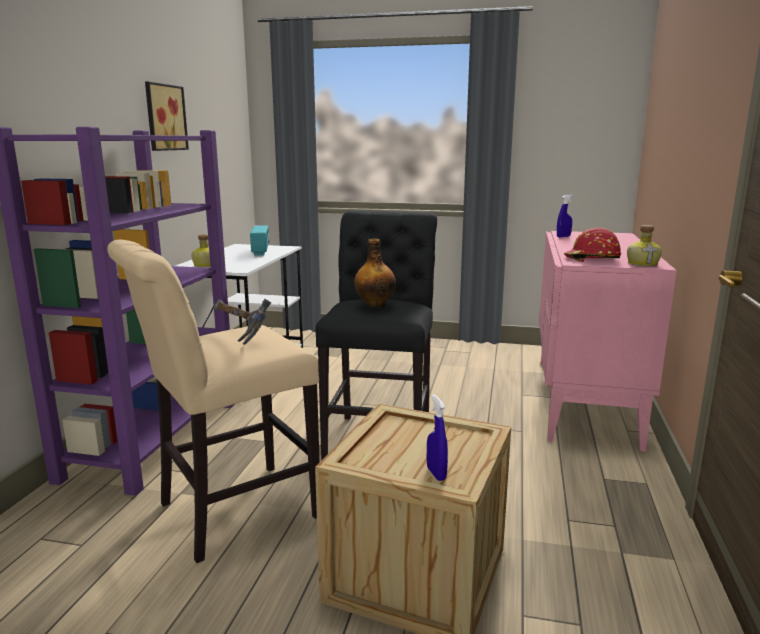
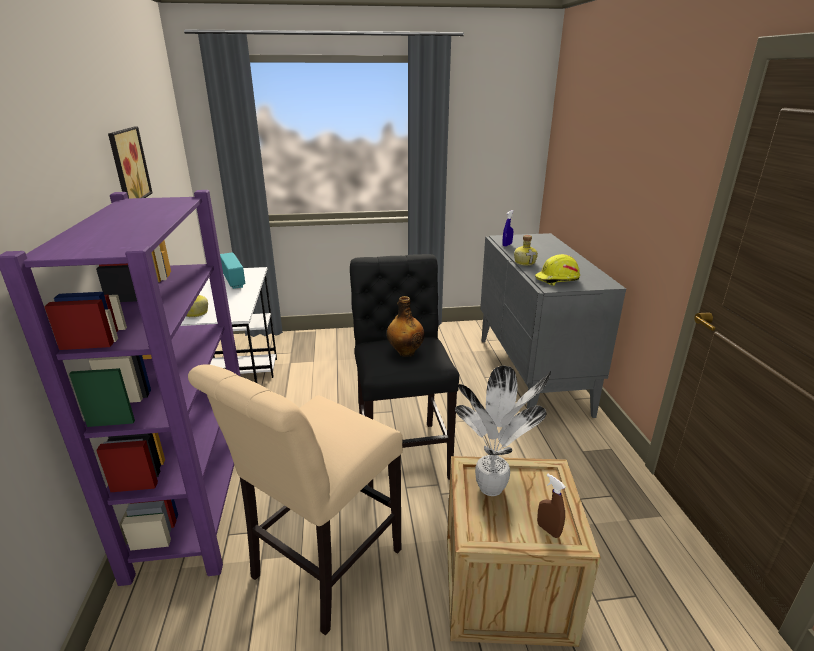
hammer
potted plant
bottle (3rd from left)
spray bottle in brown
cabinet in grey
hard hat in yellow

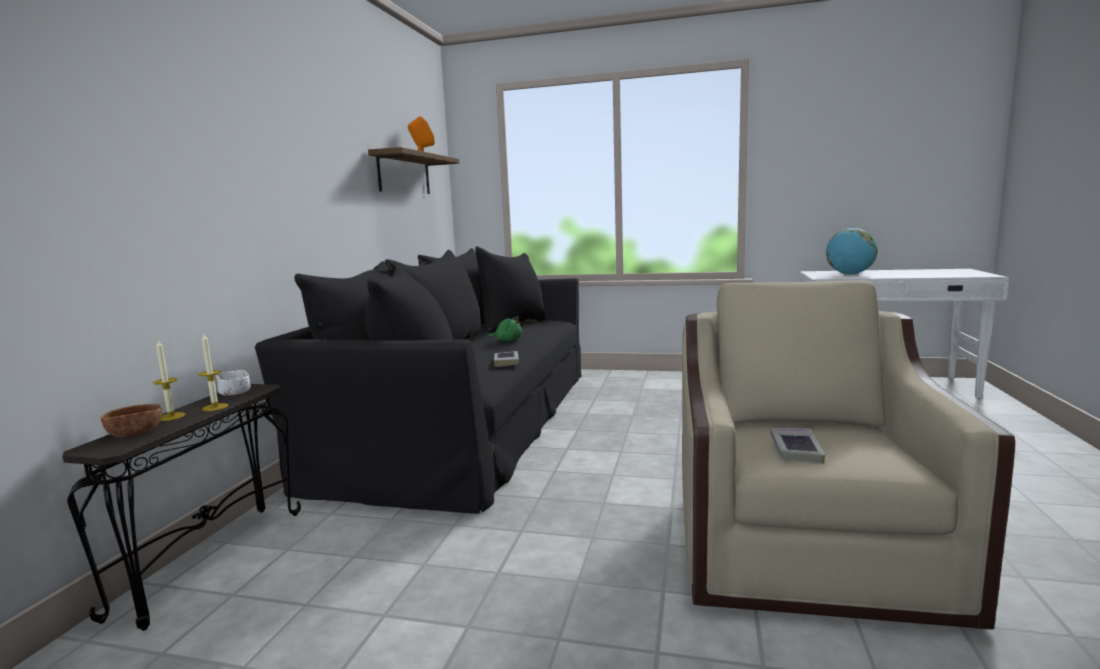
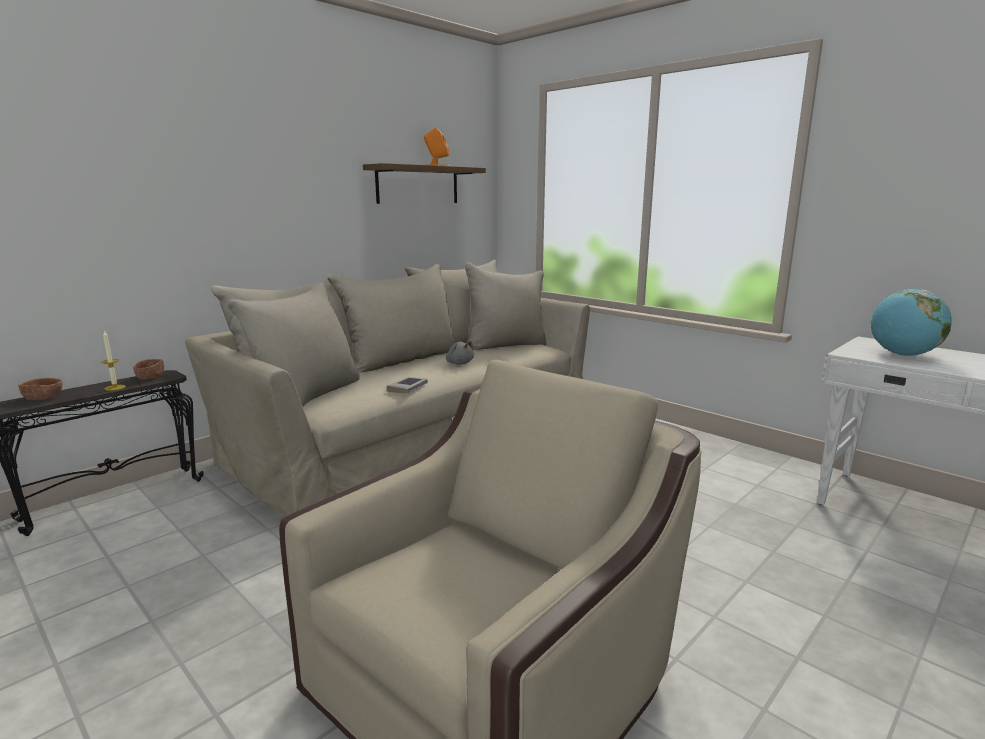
candle (1st from left in the first image)
book (2nd from left in the first image)
bowl in brown (2nd from left)
sofa in beige
plush toy in grey

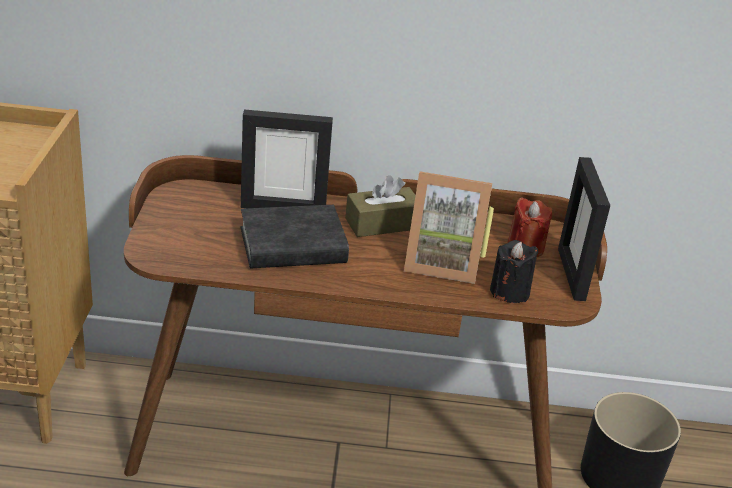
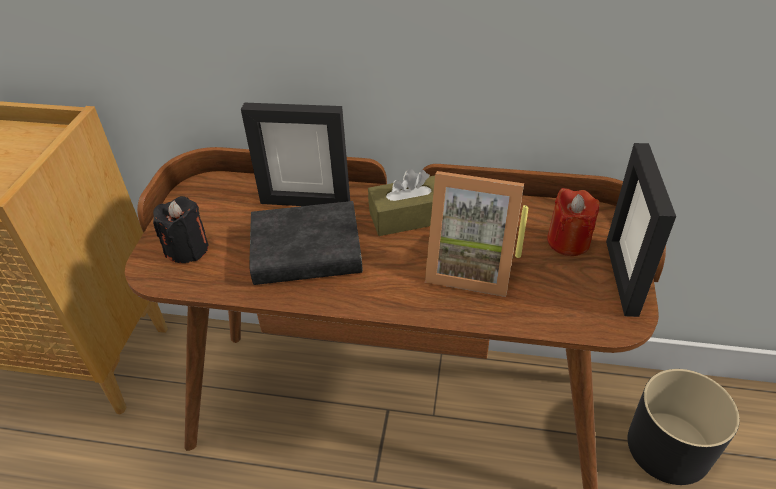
candle in black

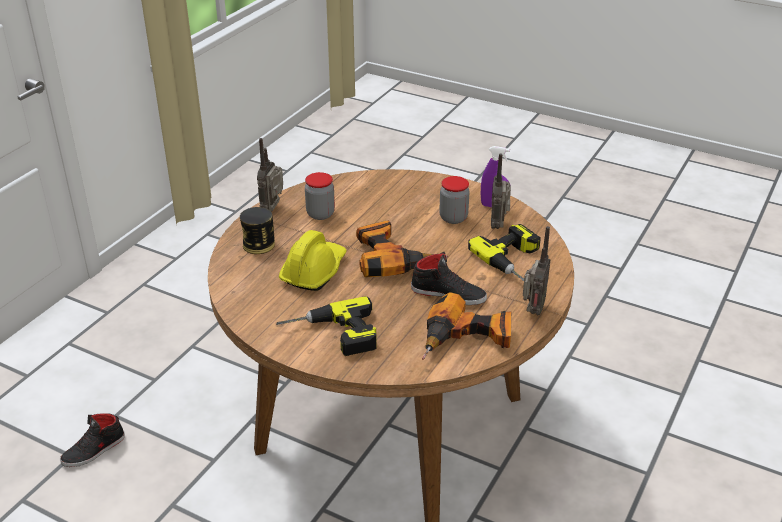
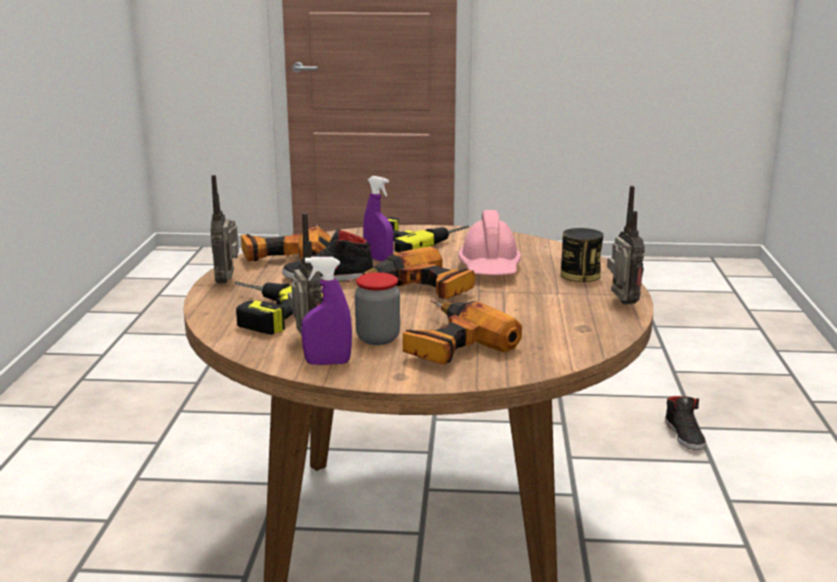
jar (1st from left in the first image)
spray bottle in purple (2nd from left)
power drill (5th from left)
hard hat in pink
shoe in black (2nd from left)

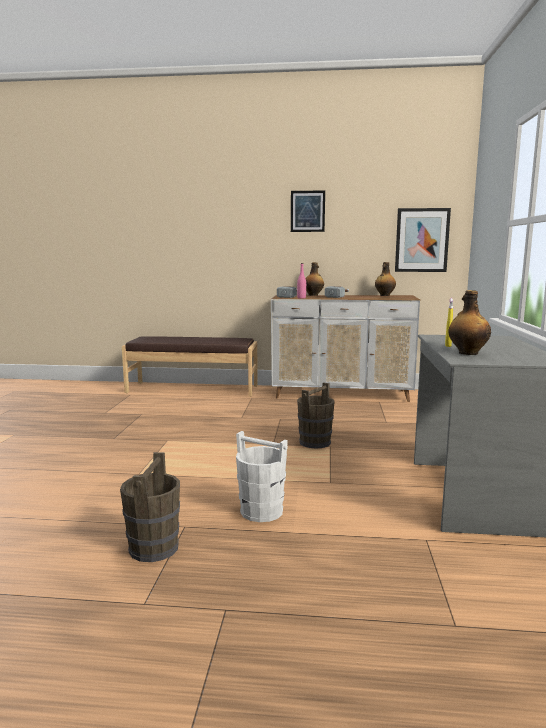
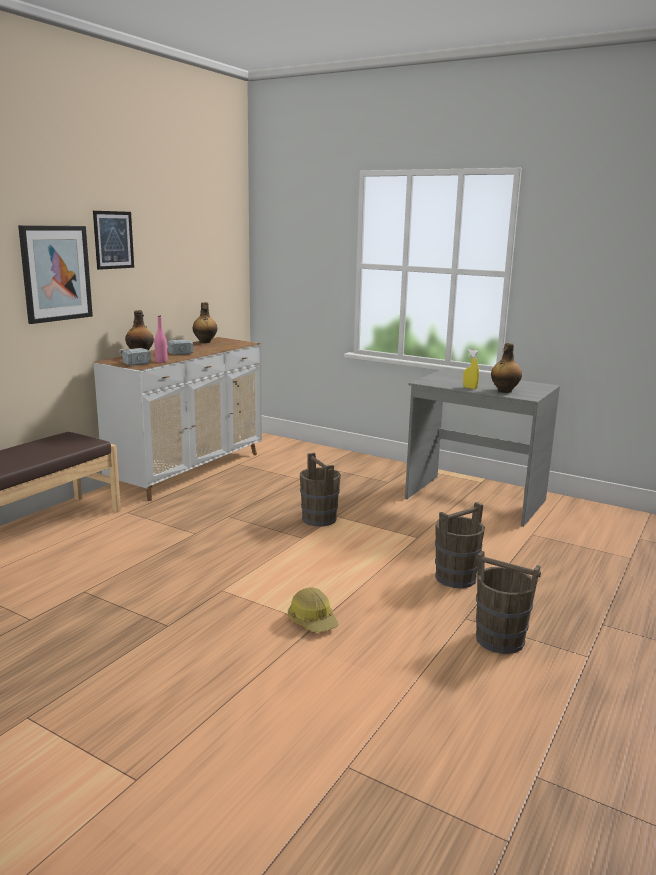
hard hat
picture (1st from left)
bucket in brown (2nd from left)

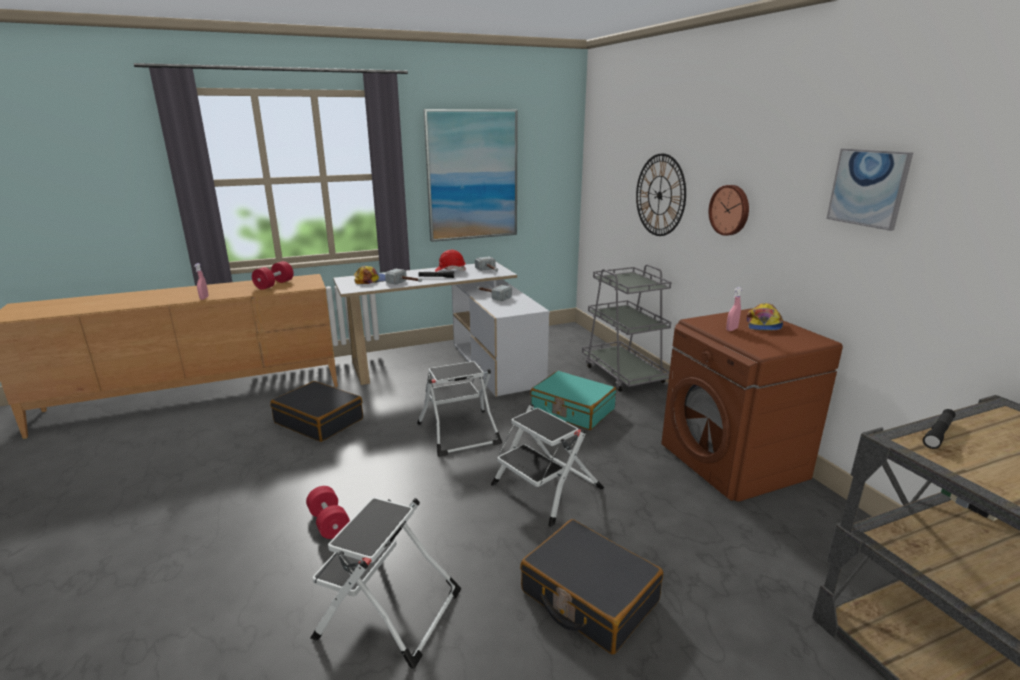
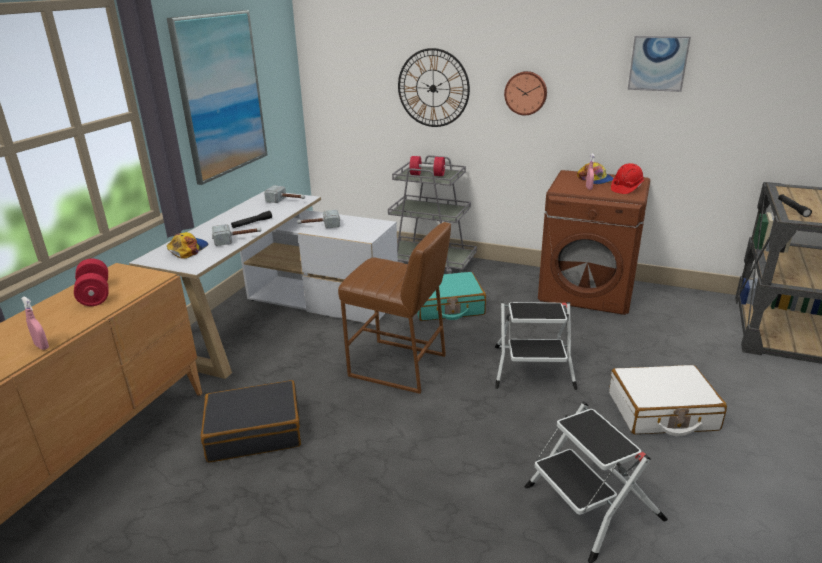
dumbbell in red (2nd from left)
hard hat in red
stool in brown
suitcase in white

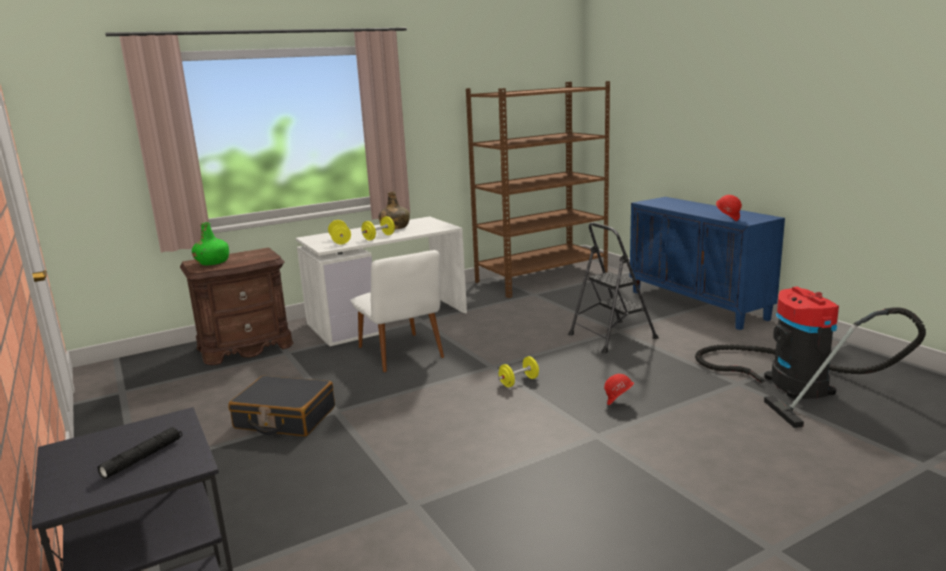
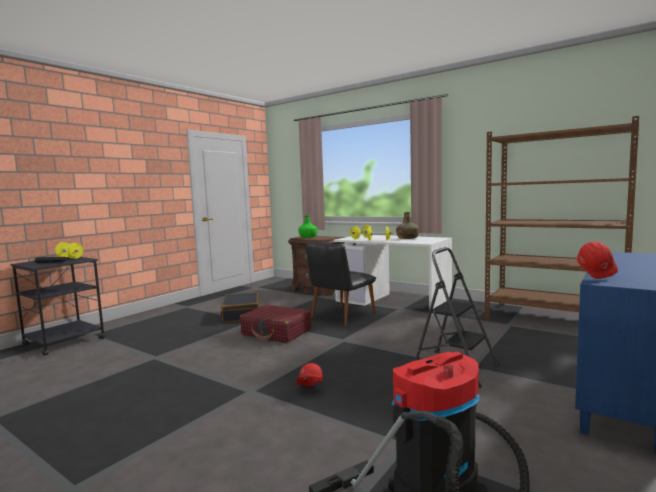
suitcase in red
dumbbell in yellow (1st from left)
chair in black

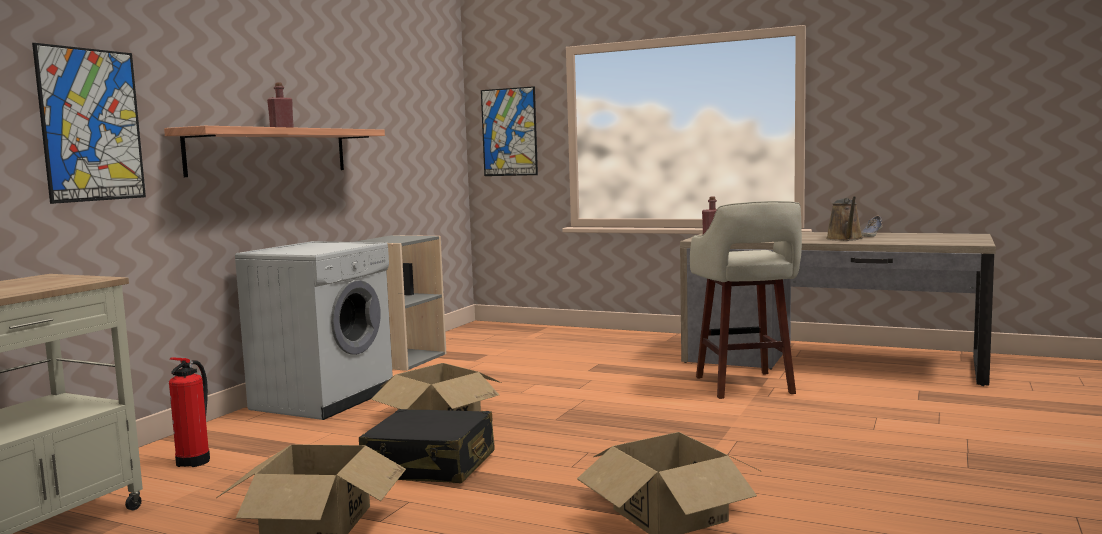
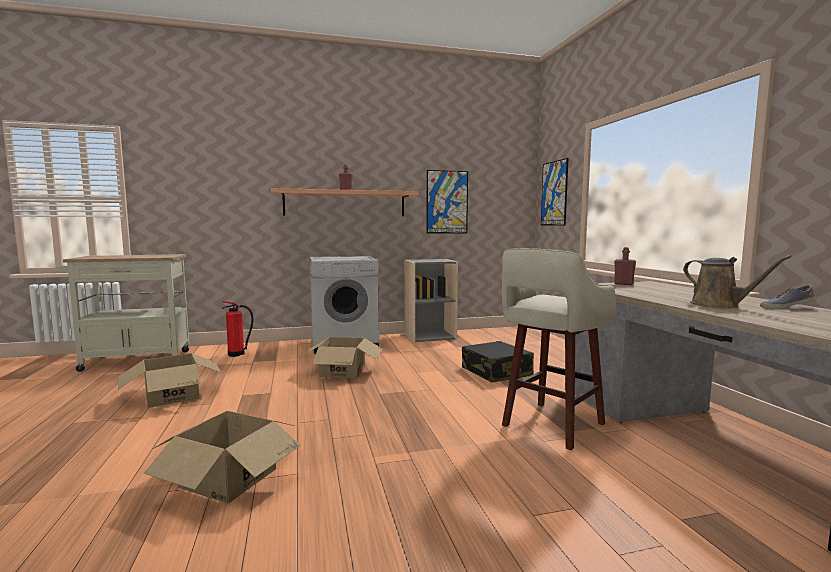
picture (1st from left)
suitcase in black
watering can in brown

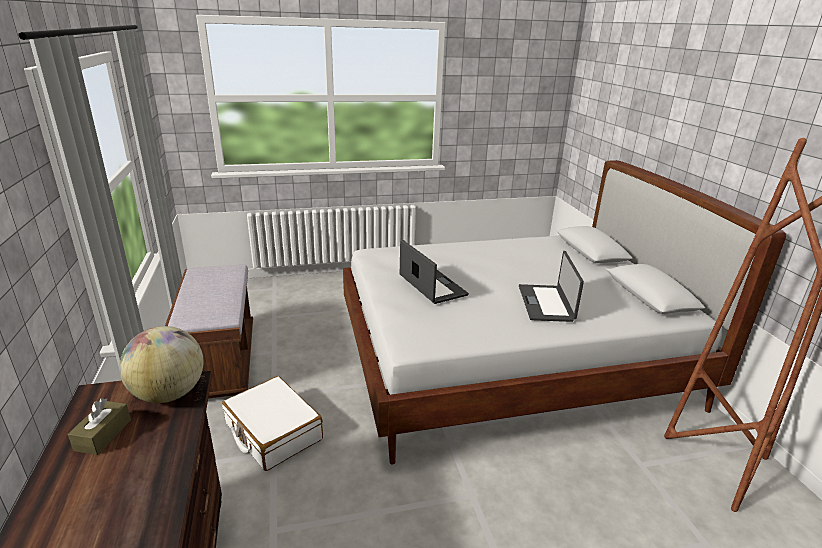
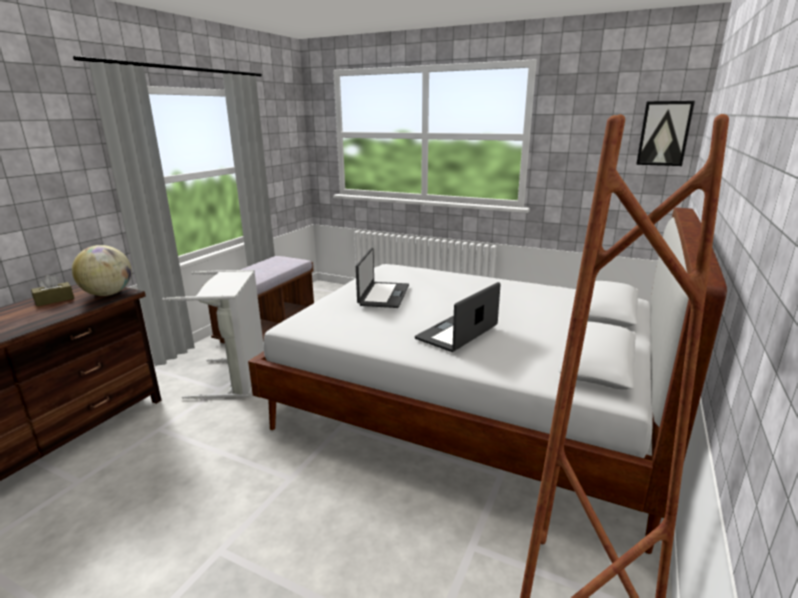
picture
laundry basket in grey

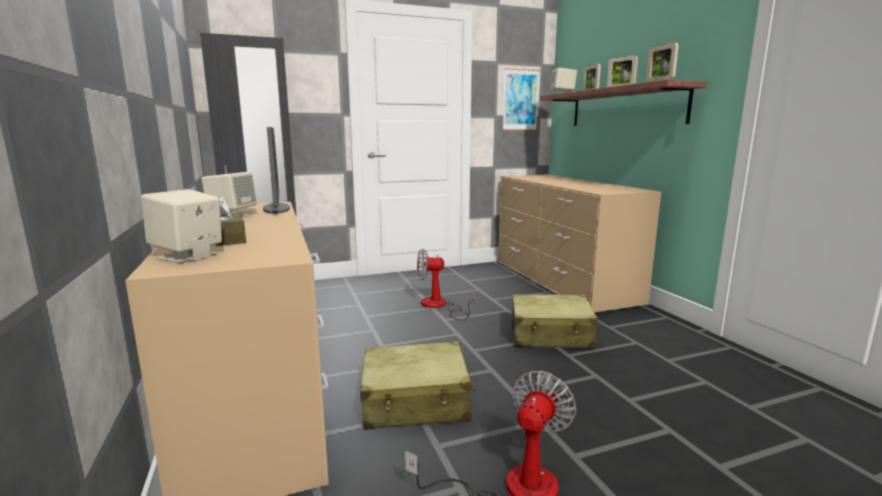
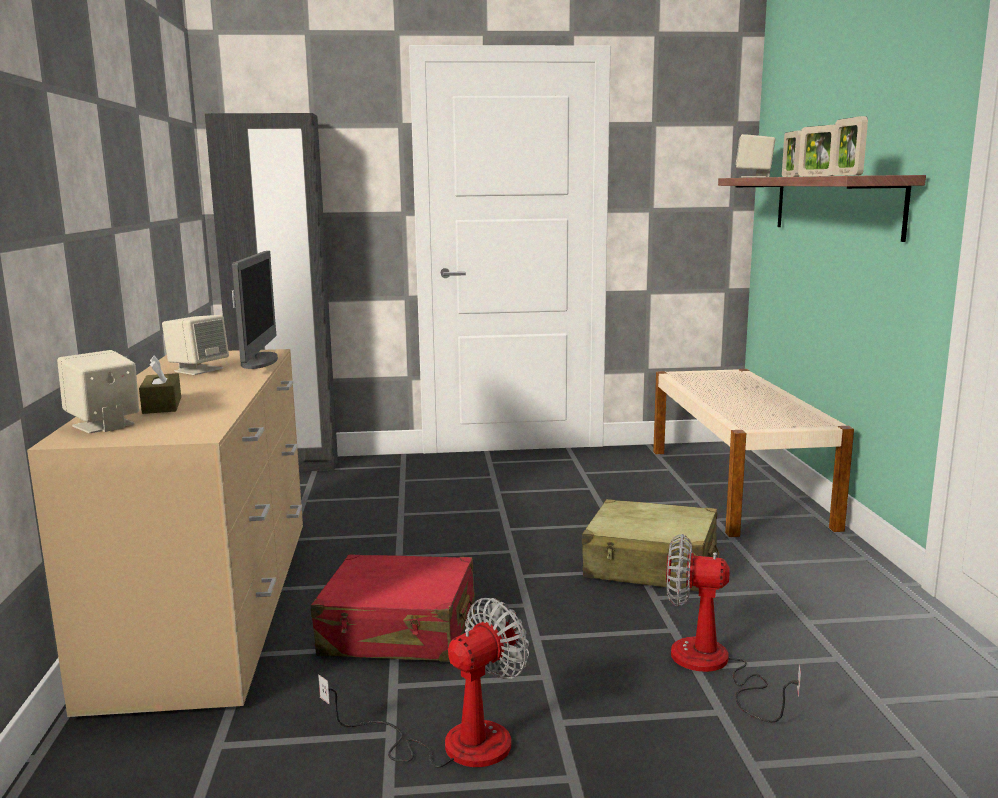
picture
fan (2nd from left)
bench in beige
suitcase in red

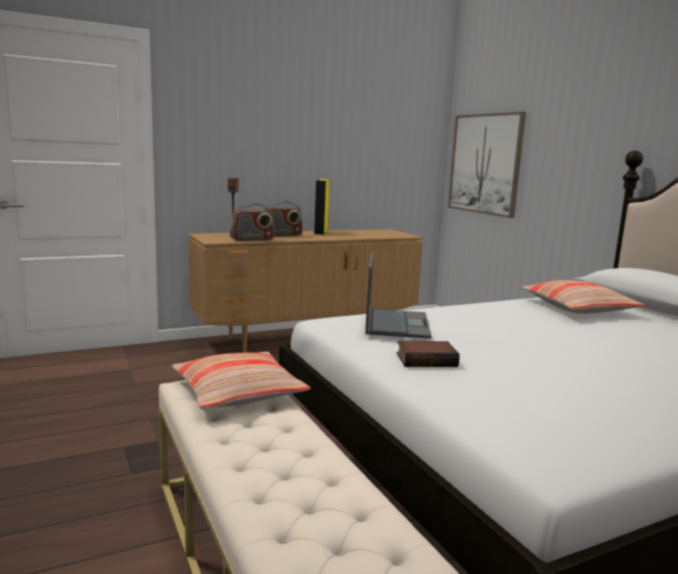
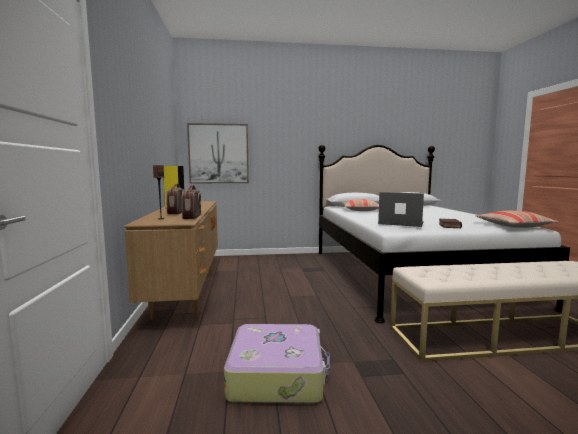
suitcase
pillow (2nd from left)

